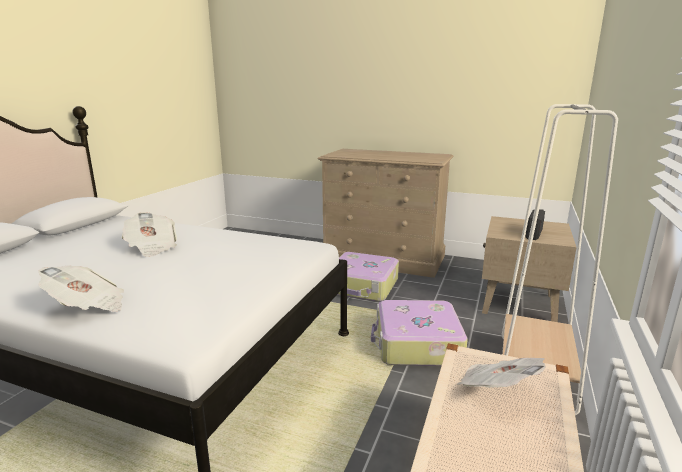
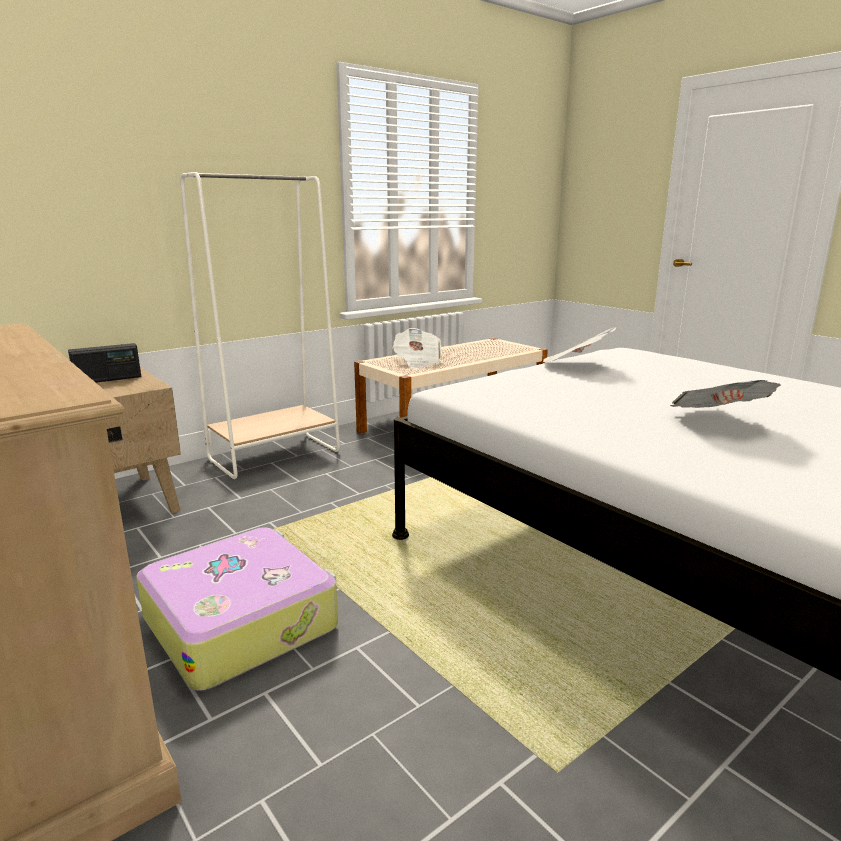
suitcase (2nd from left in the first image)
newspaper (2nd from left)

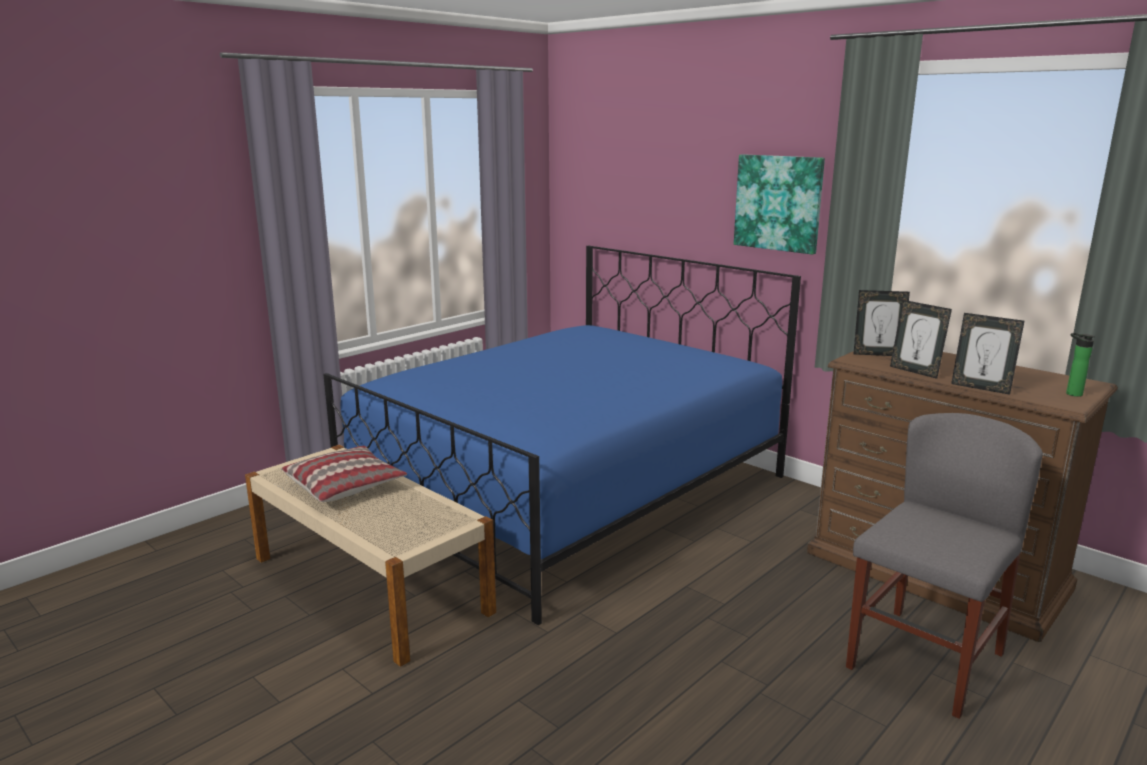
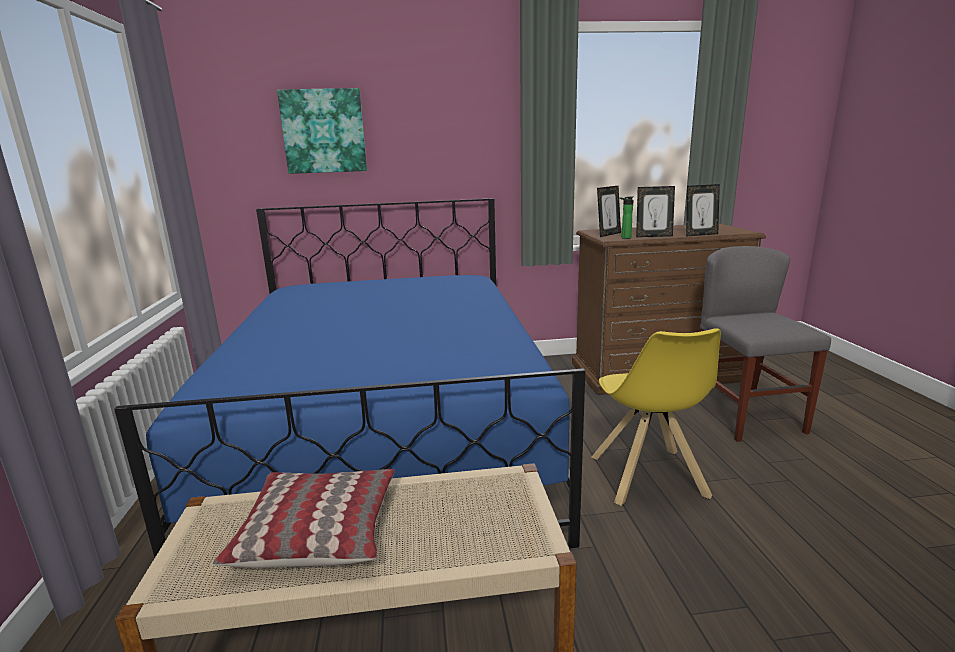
chair in yellow
picture
bottle

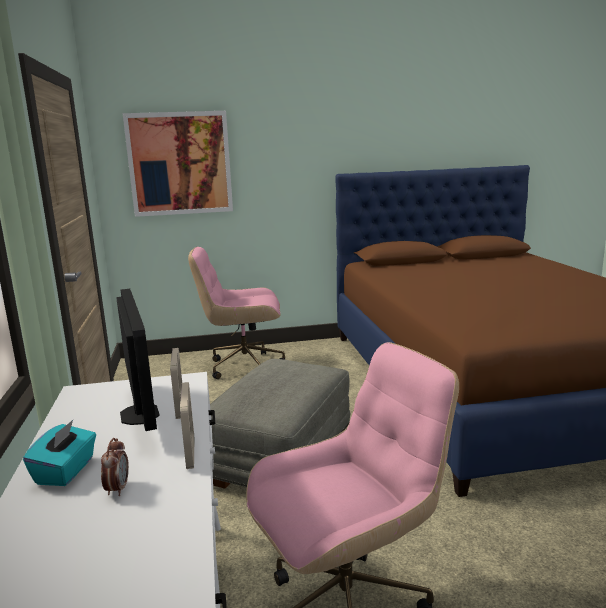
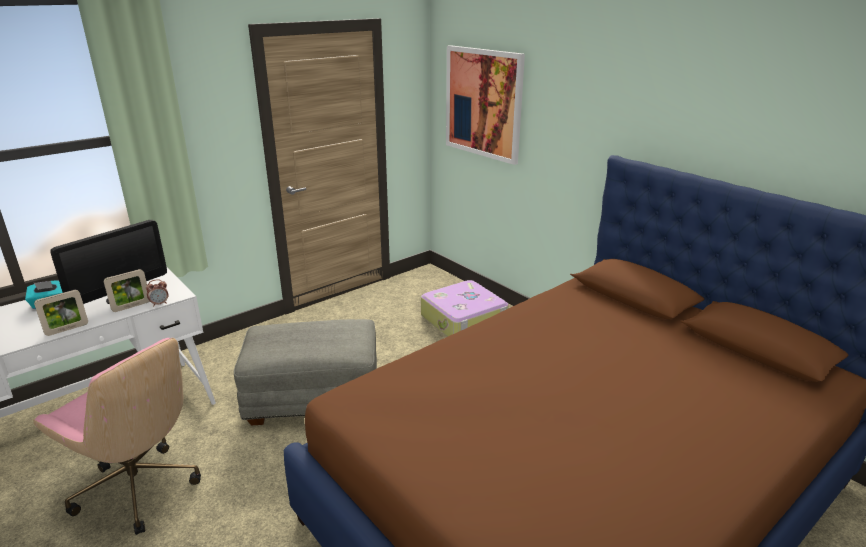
alarm clock
suitcase

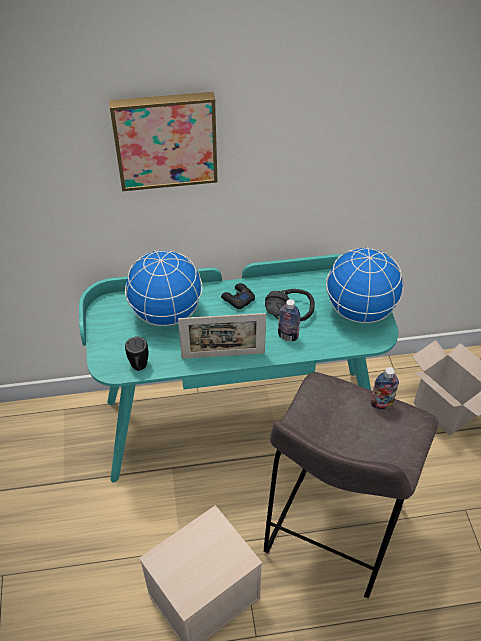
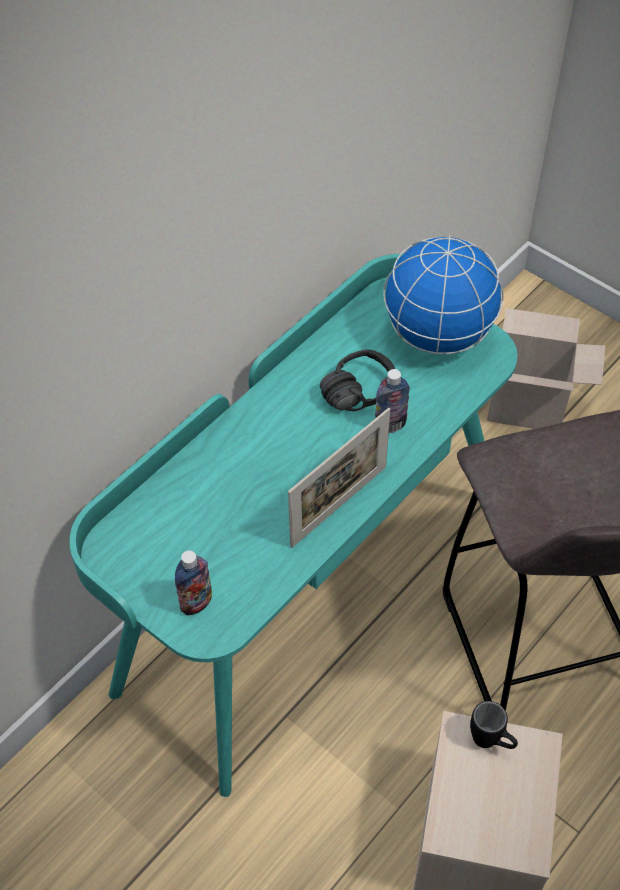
picture
globe (1st from left in the first image)
game controller in black
mug in black
bottle (1st from left)

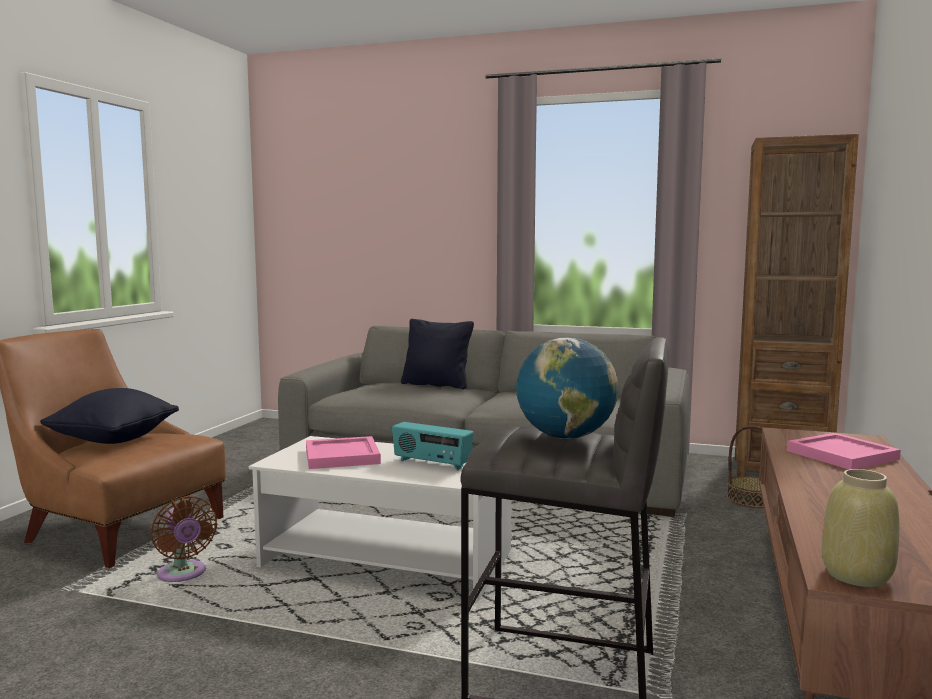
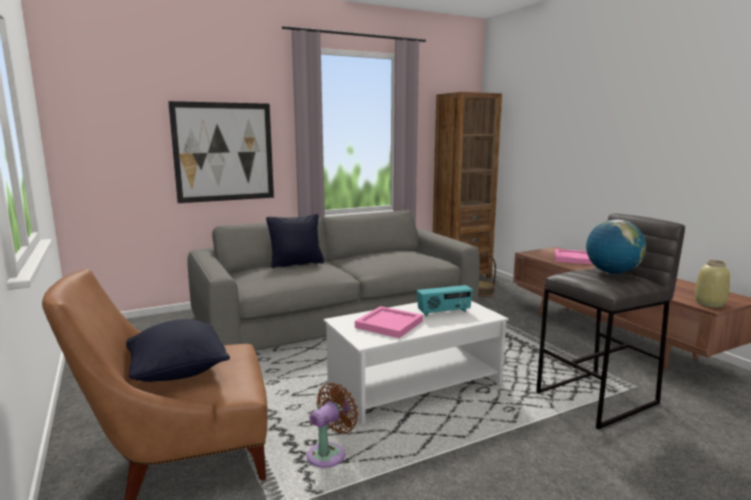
picture
fan in brown

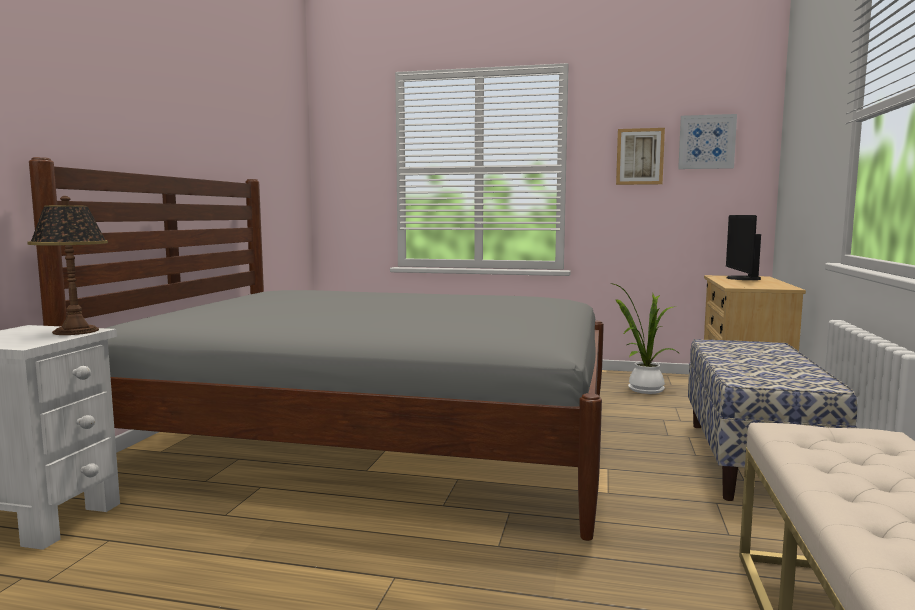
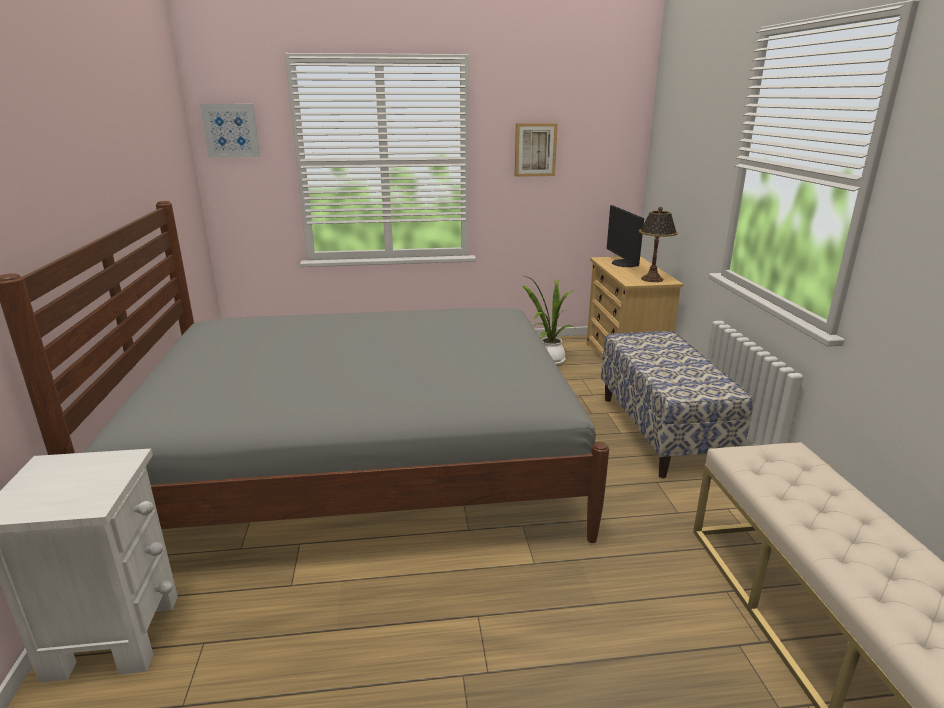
table lamp
picture (1st from left)

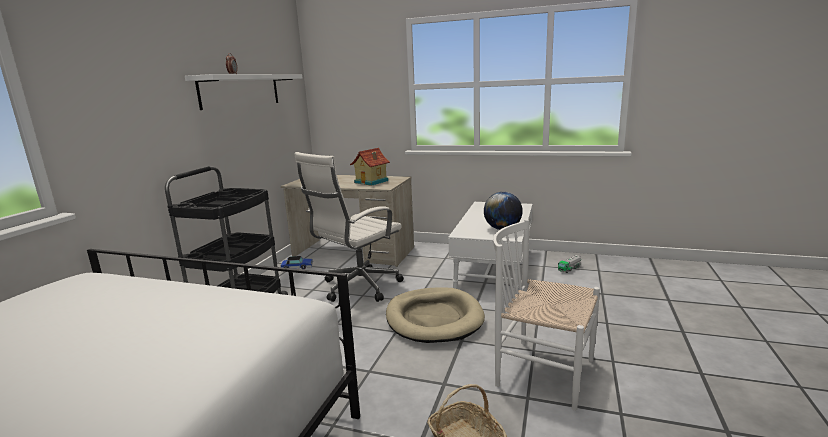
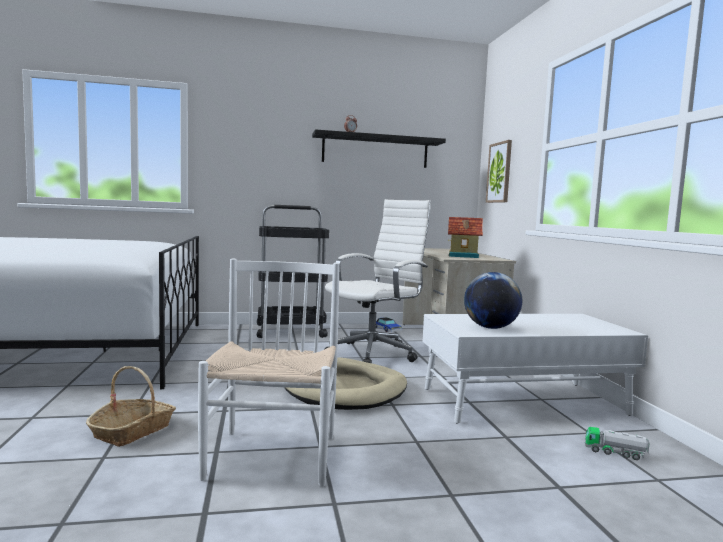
picture
shelf in black
office chair in white

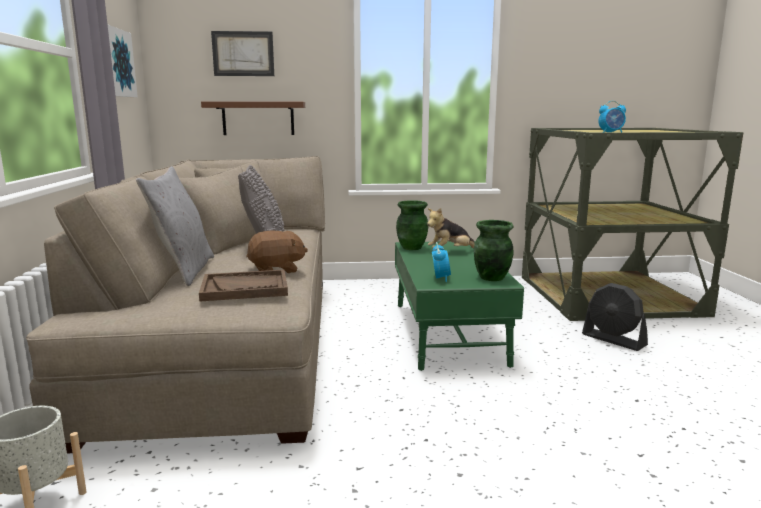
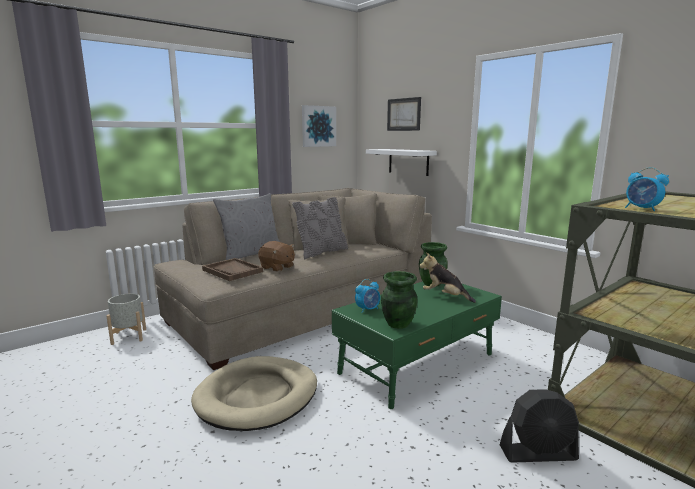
dog bed in beige
shelf in white
fan in black

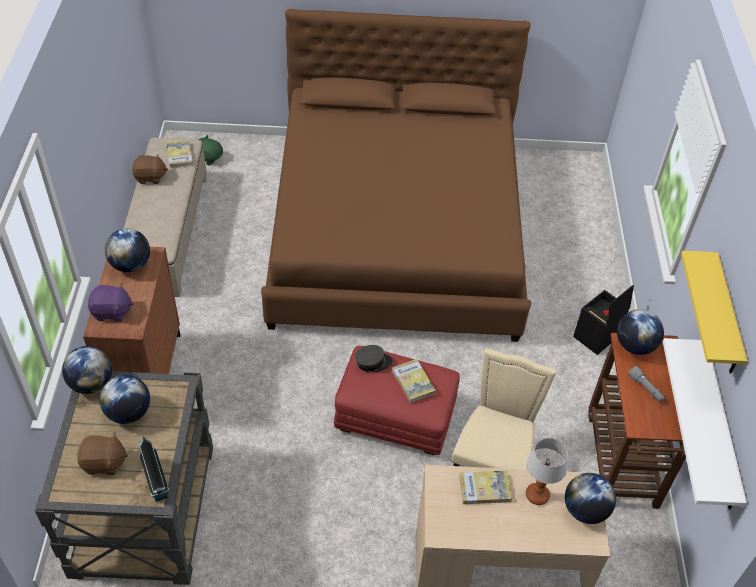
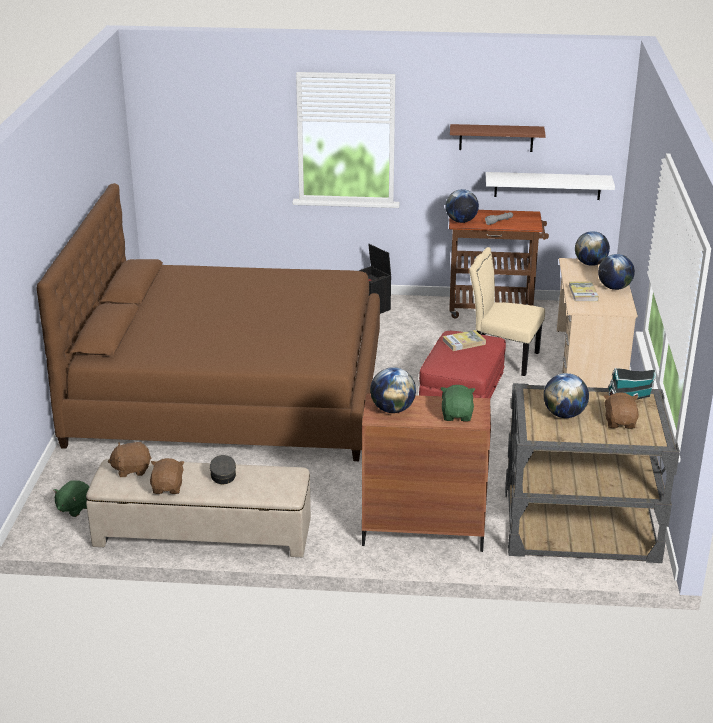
table lamp
globe (5th from left)
cap in grey
plush toy in brown (1st from left)
plush toy in green (2nd from left)
shelf in brown

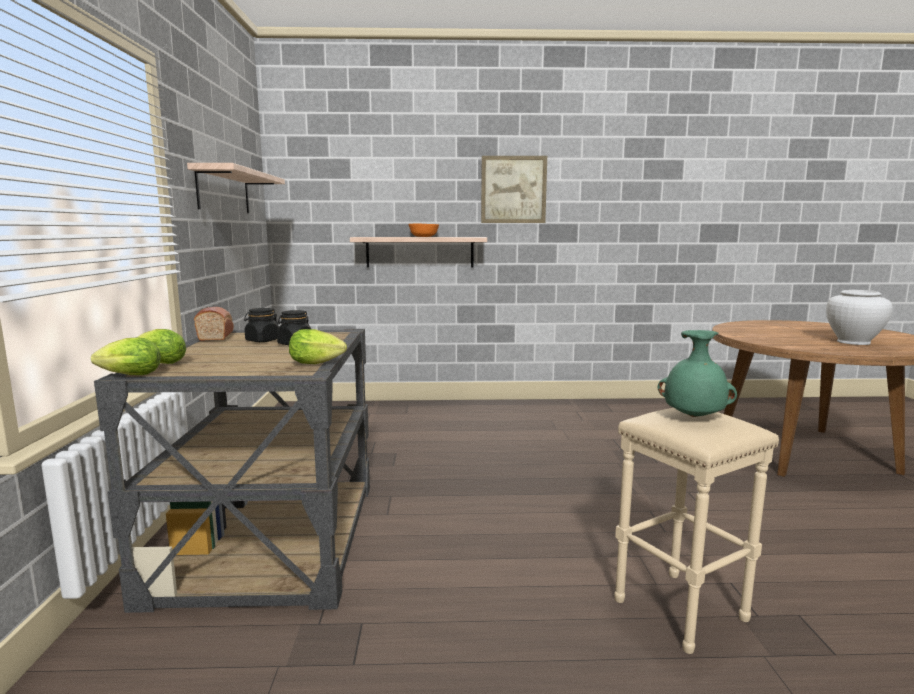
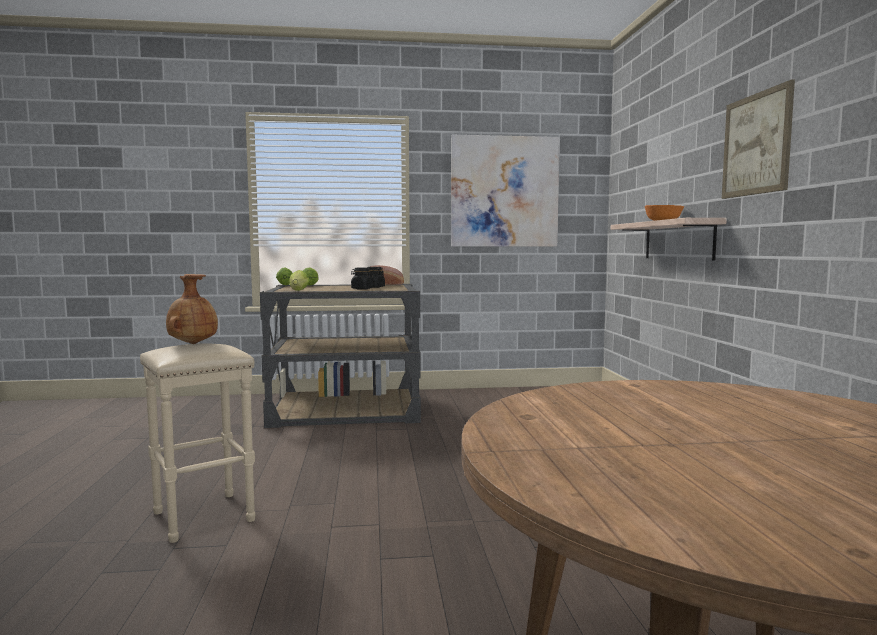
vase in white
picture (1st from left)
vase in brown

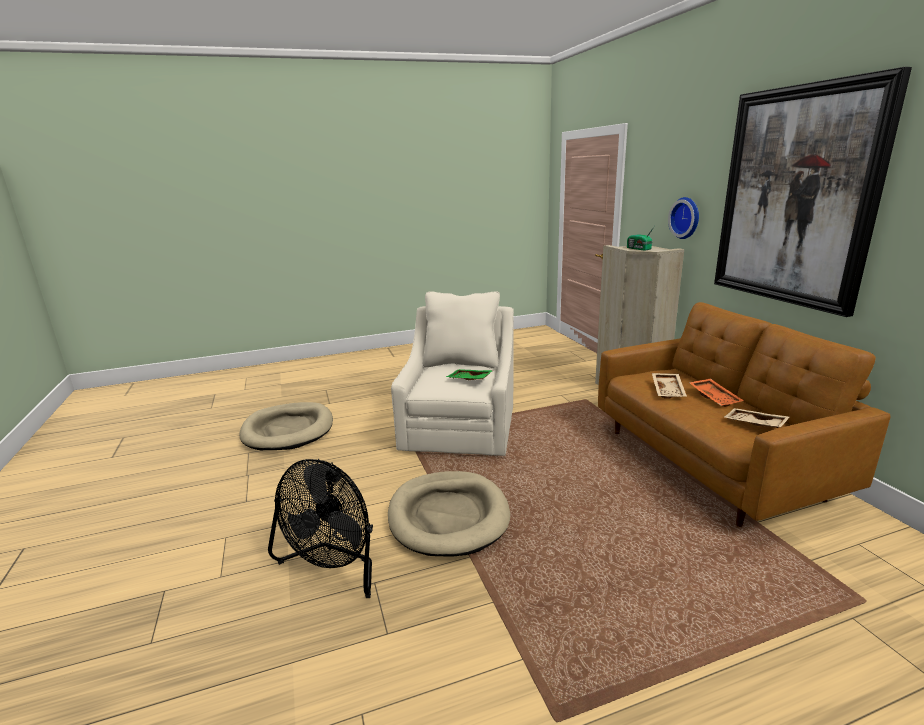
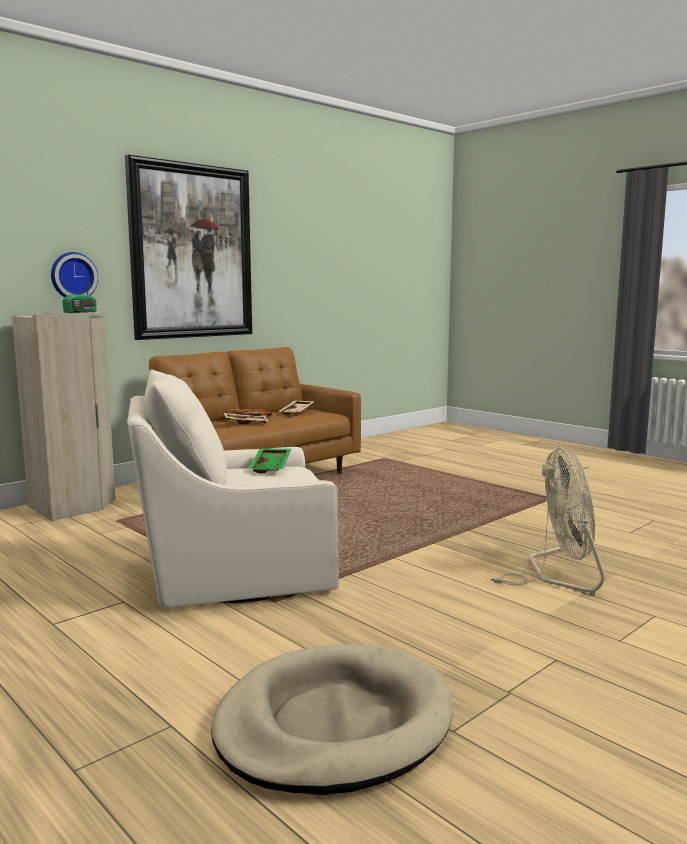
dog bed in beige (2nd from left in the first image)
fan in beige

